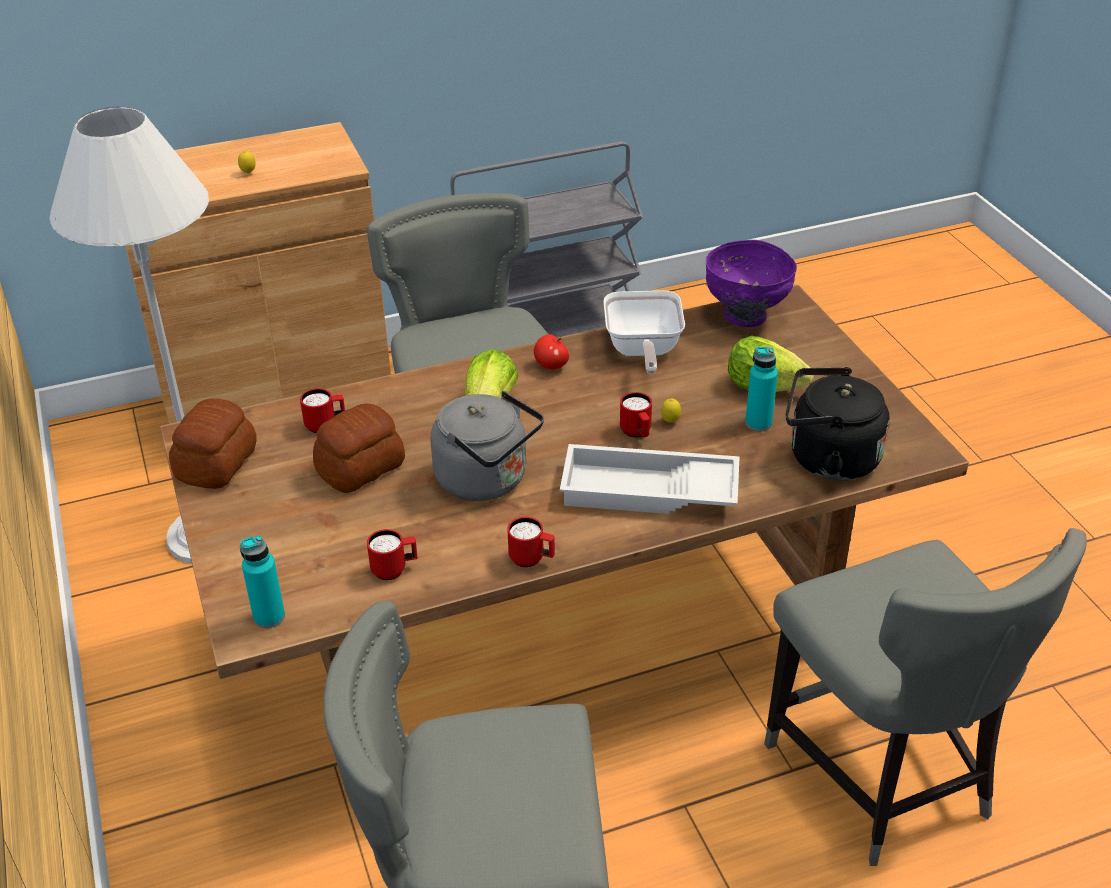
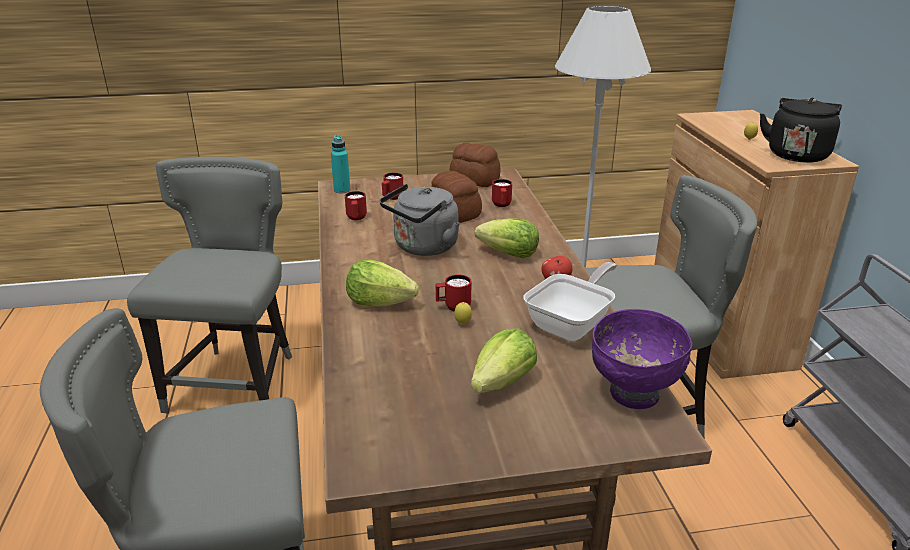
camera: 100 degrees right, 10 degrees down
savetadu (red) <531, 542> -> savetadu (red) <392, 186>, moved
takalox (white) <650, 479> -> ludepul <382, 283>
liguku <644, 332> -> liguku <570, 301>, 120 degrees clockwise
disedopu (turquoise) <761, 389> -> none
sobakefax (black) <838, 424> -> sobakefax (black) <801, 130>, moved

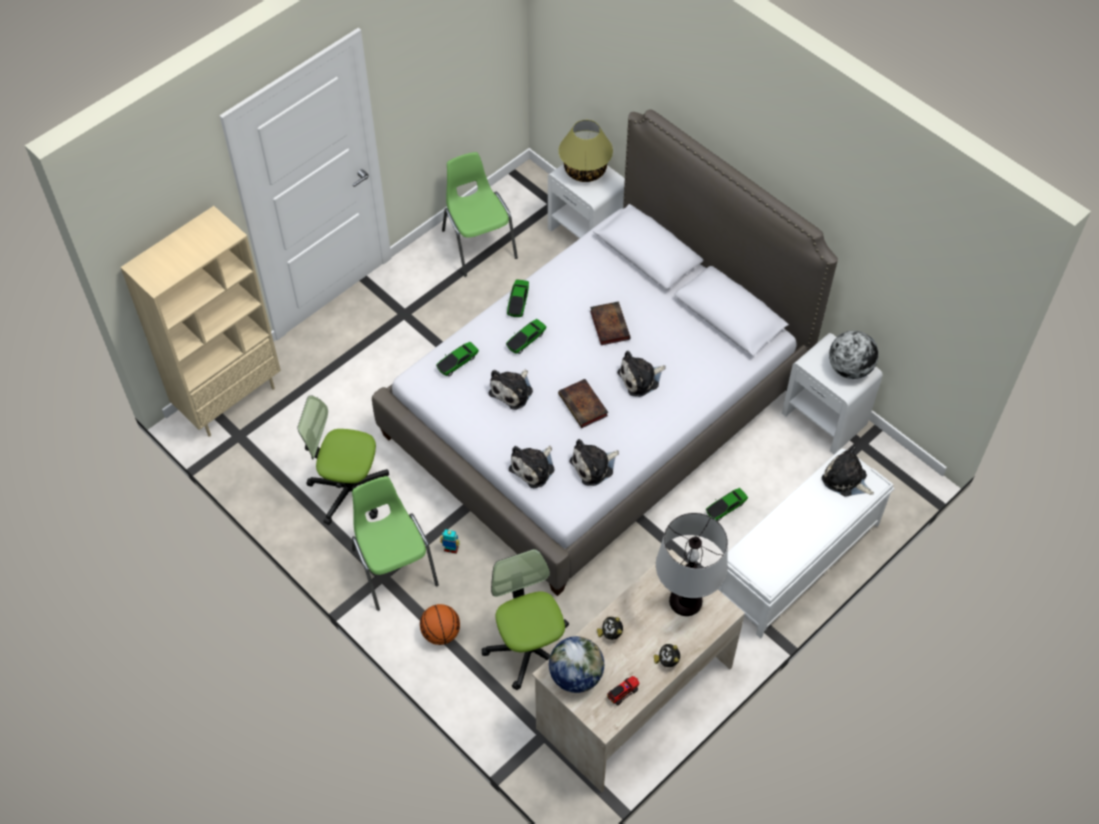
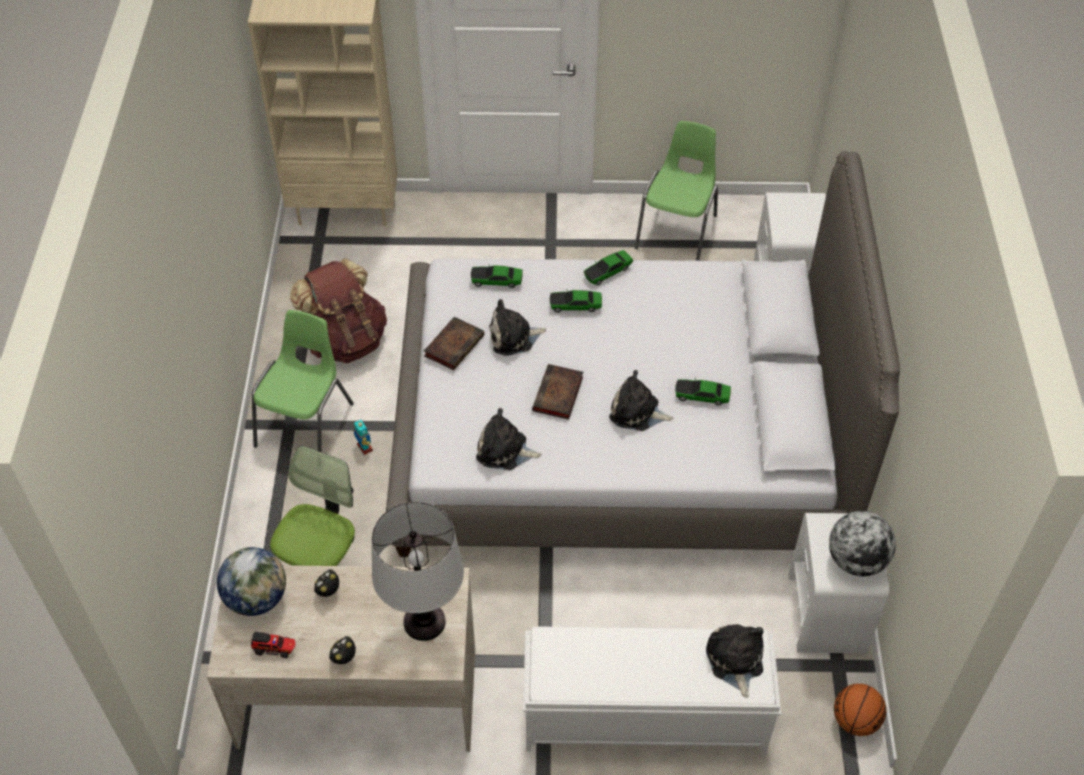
camera: 45 degrees right, 5 degrees down
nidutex <343, 460> -> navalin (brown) <338, 310>
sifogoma <440, 624> -> sifogoma <860, 710>, moved
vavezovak <532, 467> -> none
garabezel <586, 151> -> none
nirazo <610, 323> -> nirazo <454, 343>, moved
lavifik <727, 504> -> lavifik <703, 391>, moved

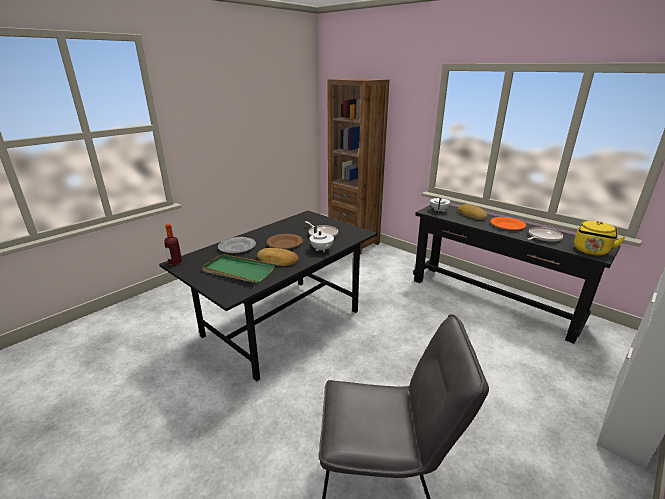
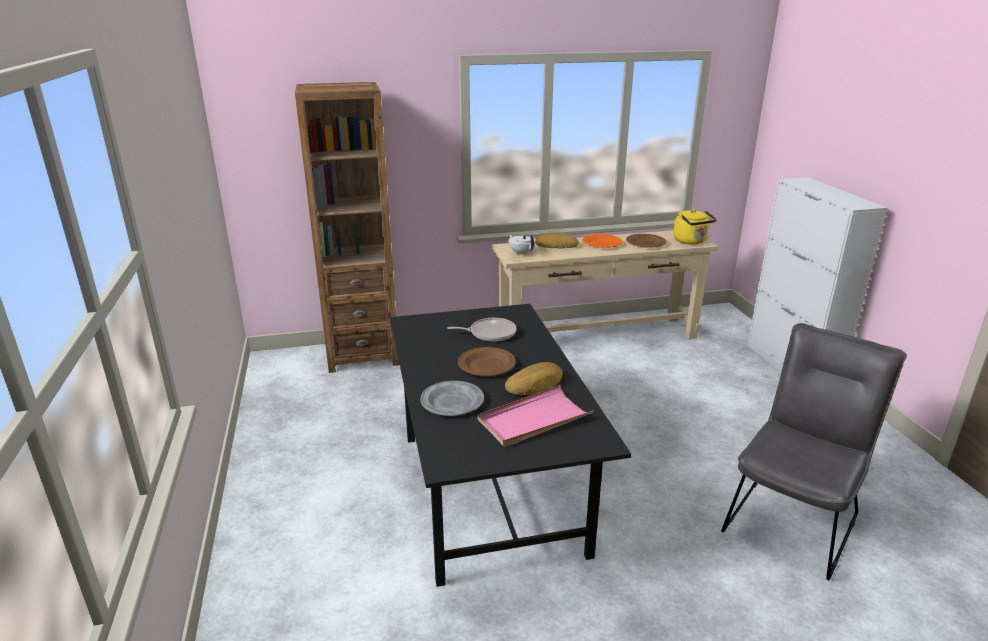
camera: 55 degrees left, 0 degrees up
disedopu <173, 245> -> none
takalox (green) <238, 268> -> takalox (pink) <535, 416>
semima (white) <321, 238> -> none
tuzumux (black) <516, 274> -> tuzumux (beige) <605, 284>
liguku <545, 234> -> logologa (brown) <646, 241>

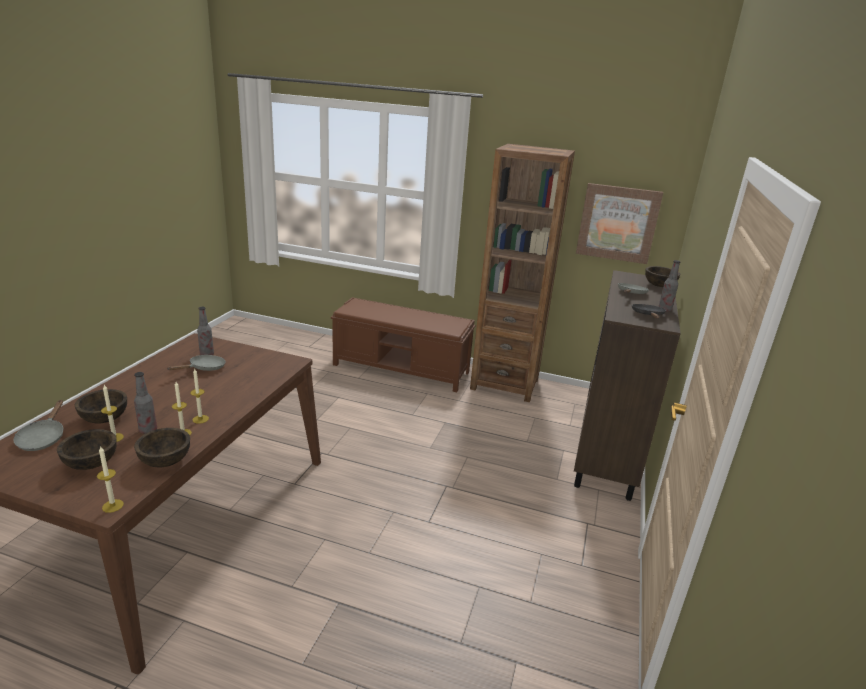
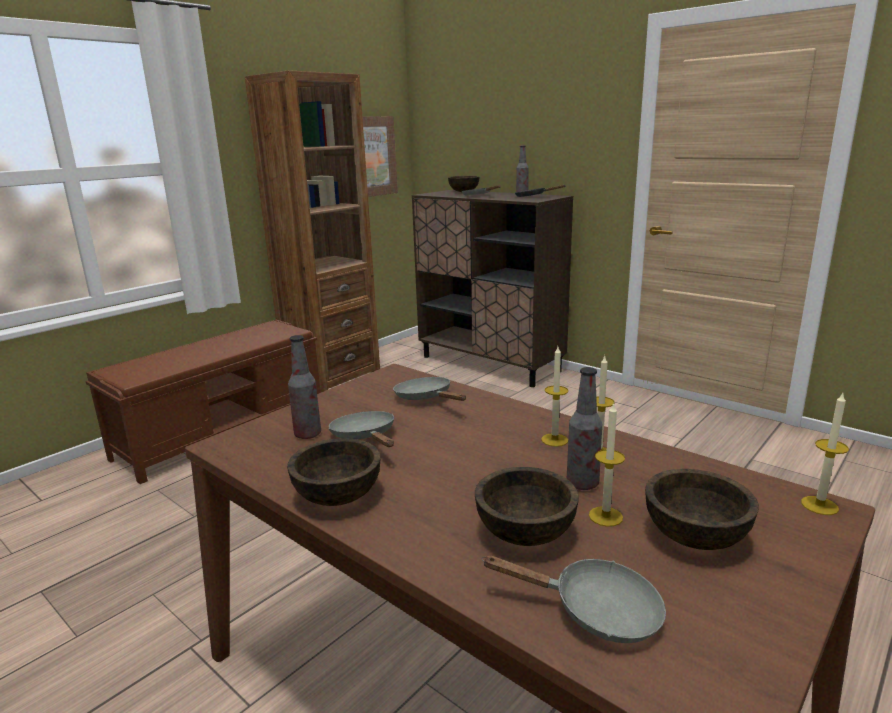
camera: 65 degrees left, 5 degrees down
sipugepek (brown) <162, 447> -> sipugepek (brown) <334, 472>, moved
none -> liguku (grey) <429, 389>

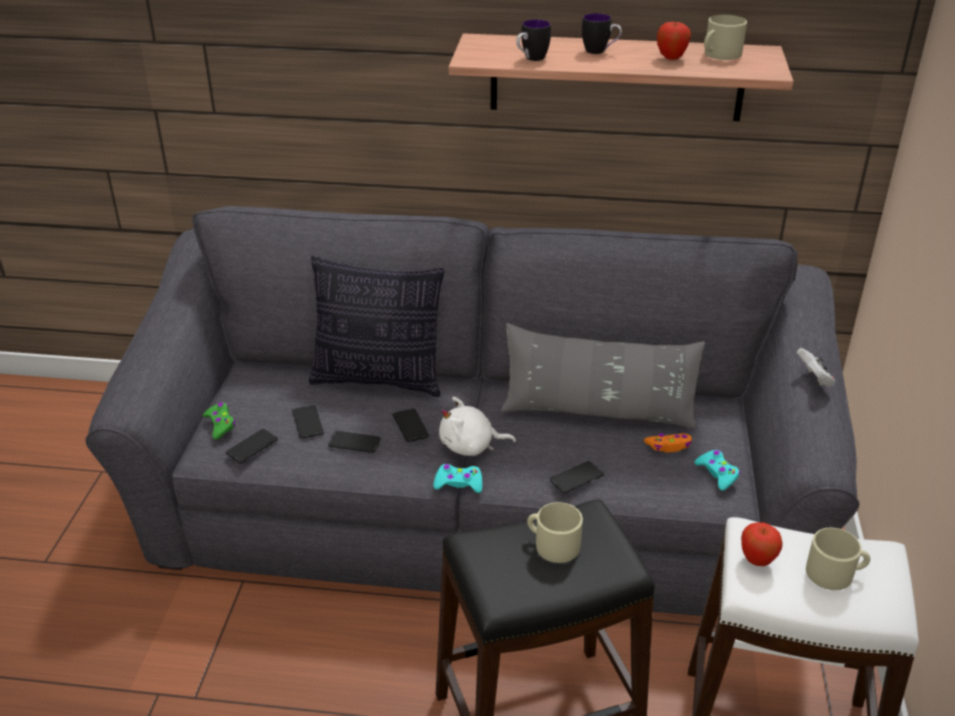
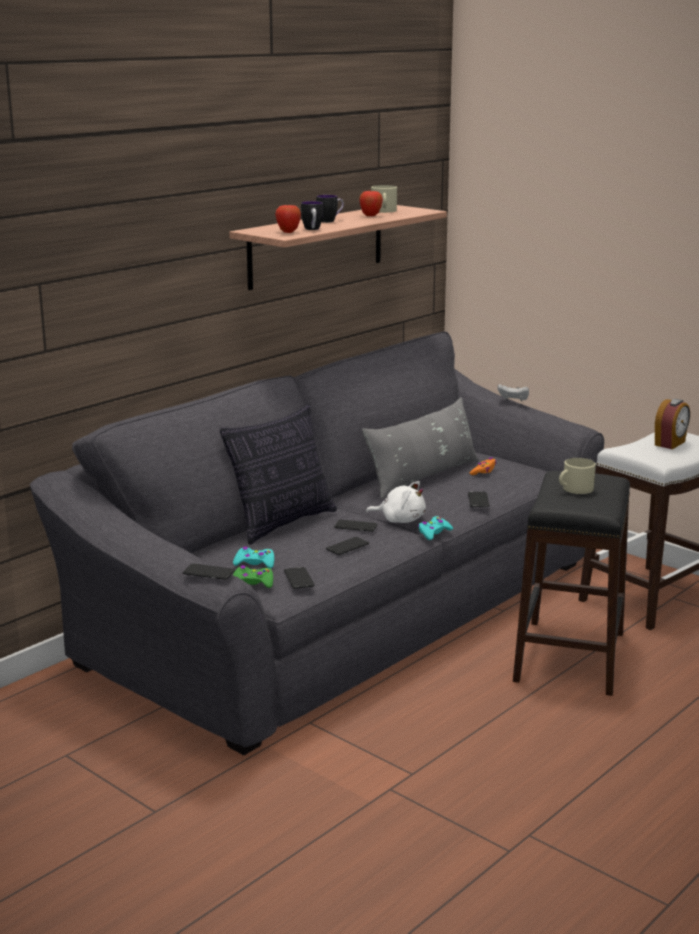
camera: 55 degrees left, 15 degrees down
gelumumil <308, 421> -> gelumumil <209, 571>, moved
vavezovak (white) <477, 426> -> vavezovak (white) <396, 502>, 105 degrees counterclockwise
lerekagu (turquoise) <717, 470> -> lerekagu (turquoise) <253, 557>, moved
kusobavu <762, 544> -> kusobavu <288, 219>, moved
savetadu (beige) <838, 559> -> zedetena <672, 424>

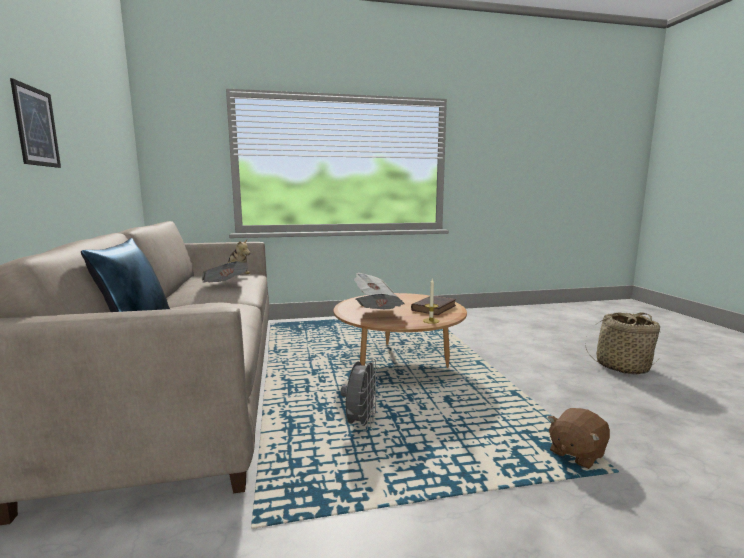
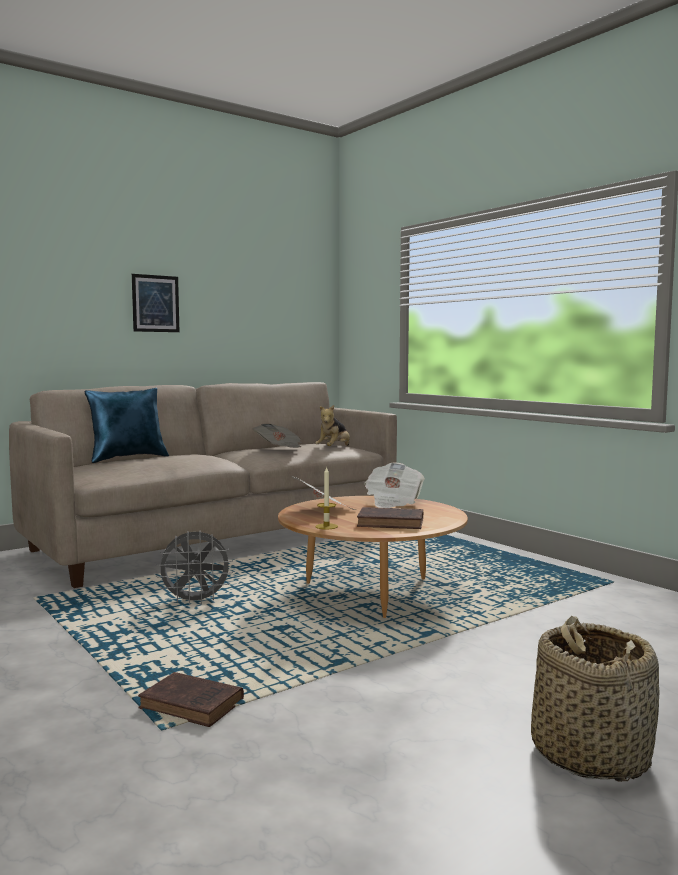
camera: 65 degrees right, 5 degrees down
vavezovak (brown) <579, 438> -> nirazo (brown) <191, 699>

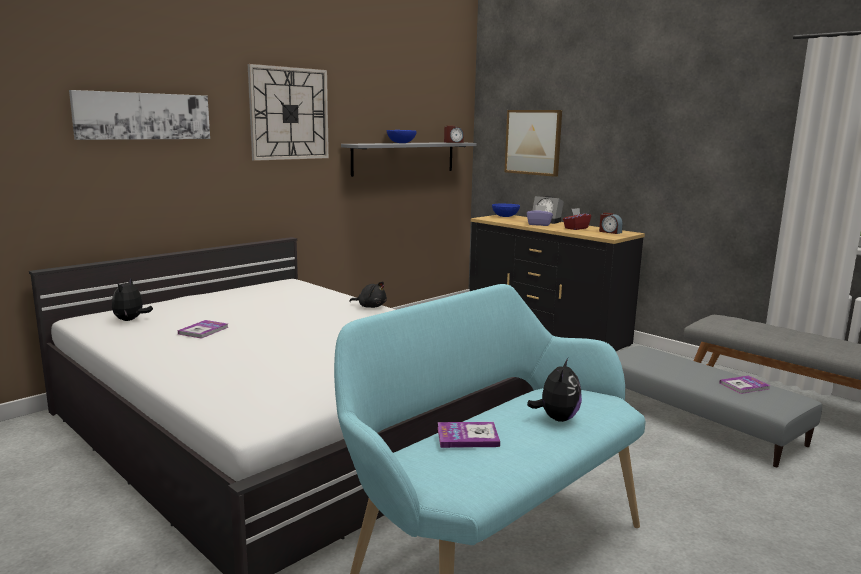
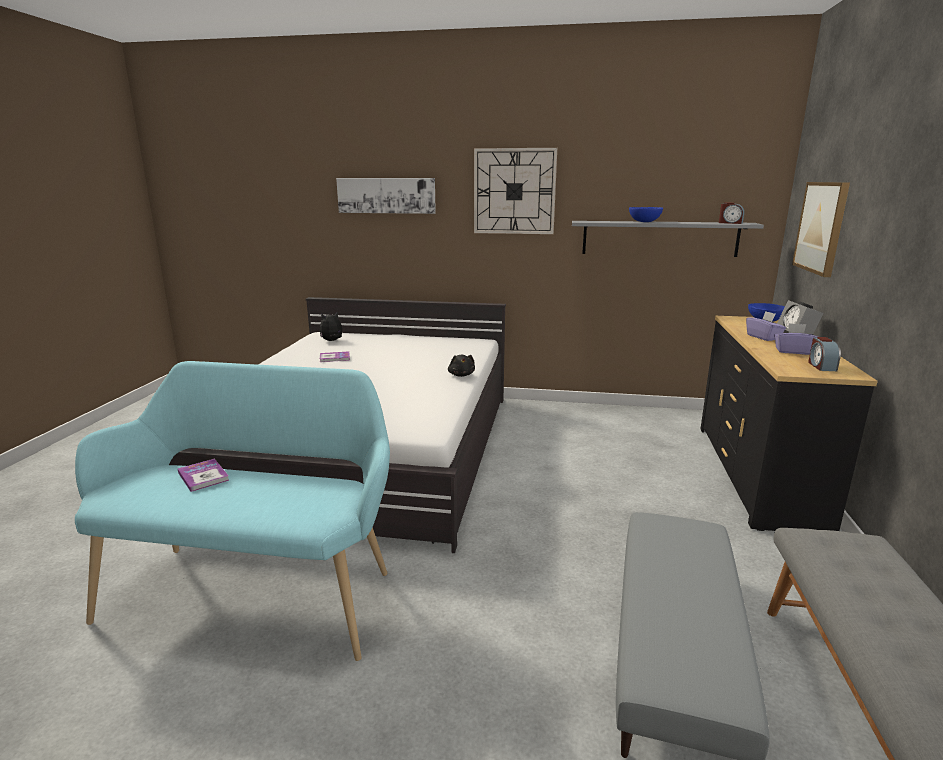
camera: 55 degrees right, 5 degrees up
vavezovak <554, 390> -> none
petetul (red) <577, 219> -> petetul (purple) <796, 339>
nirazo <745, 385> -> none

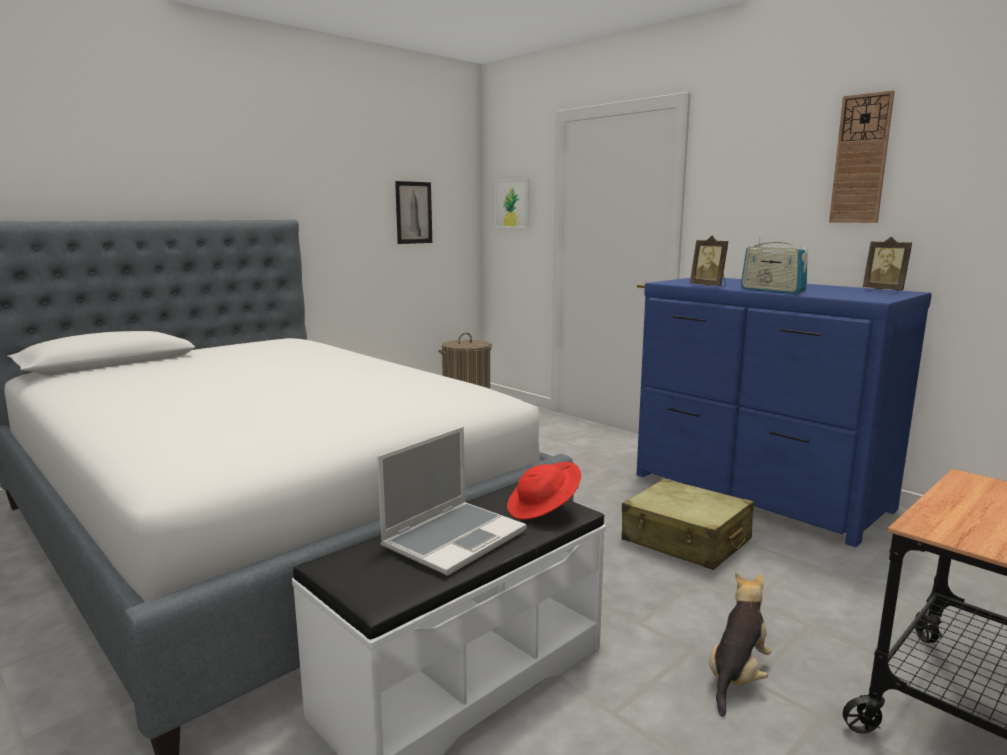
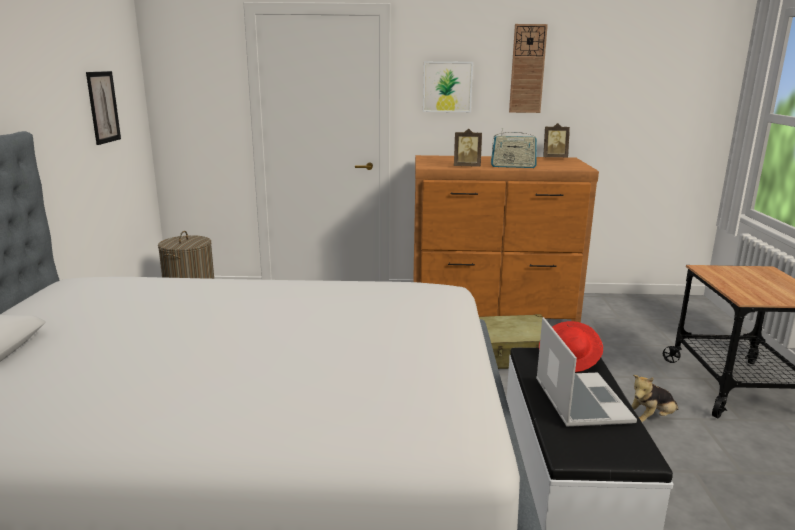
camera: 45 degrees left, 5 degrees up
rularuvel <512, 203> -> rularuvel <448, 86>, moved
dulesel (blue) <784, 412> -> dulesel (brown) <506, 239>
vavezovak <740, 645> -> vavezovak <654, 398>, 105 degrees counterclockwise

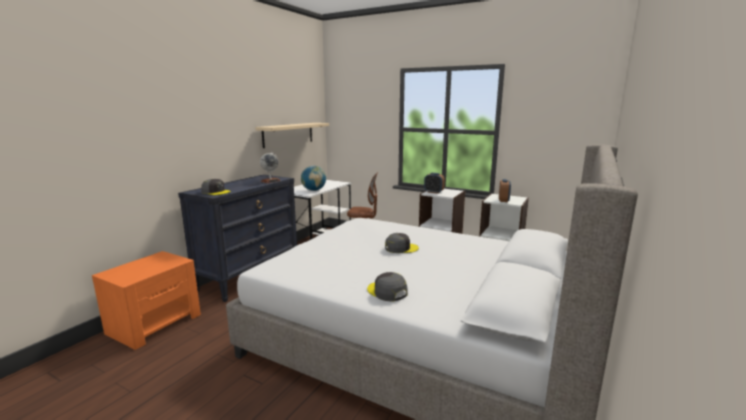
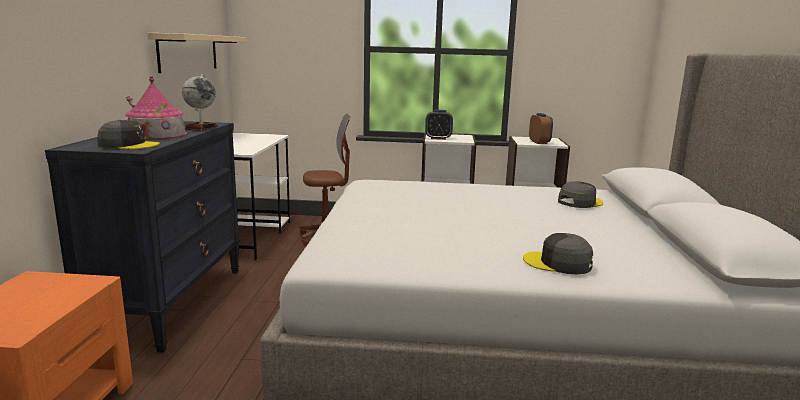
camera: 25 degrees left, 0 degrees up
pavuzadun <313, 178> -> none
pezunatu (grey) <402, 243> -> pezunatu (grey) <580, 194>, moved
none -> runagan <156, 108>

